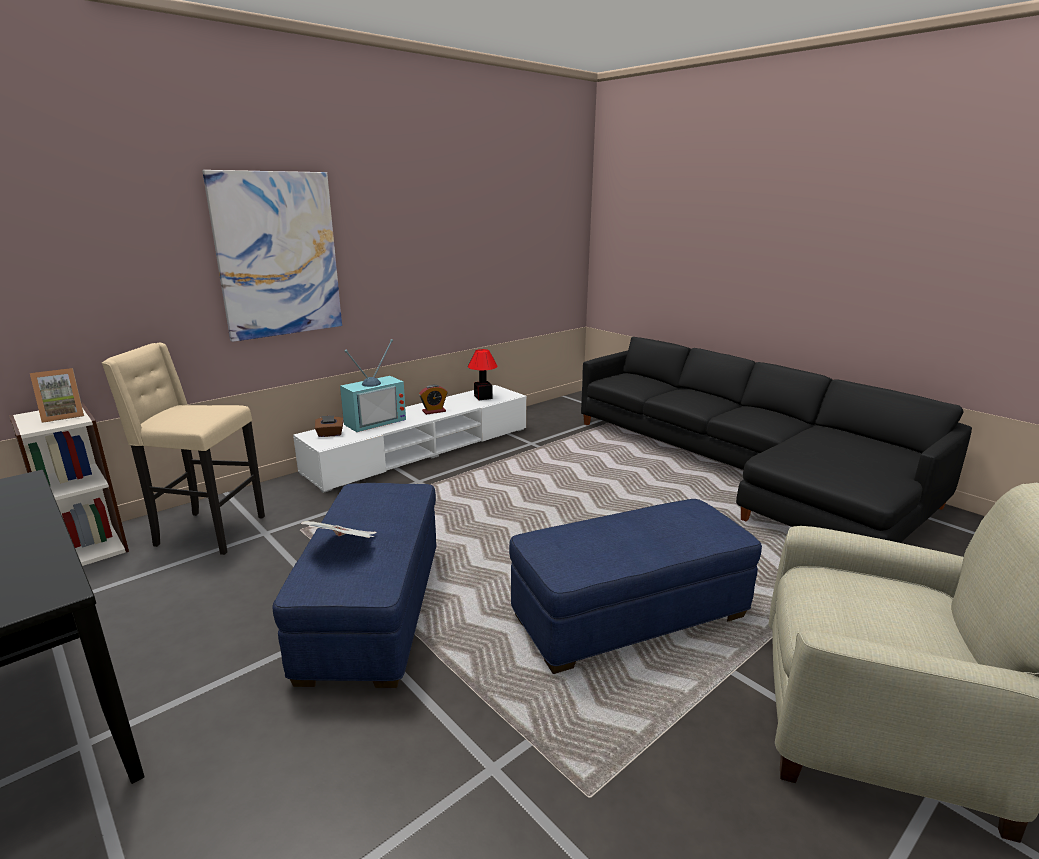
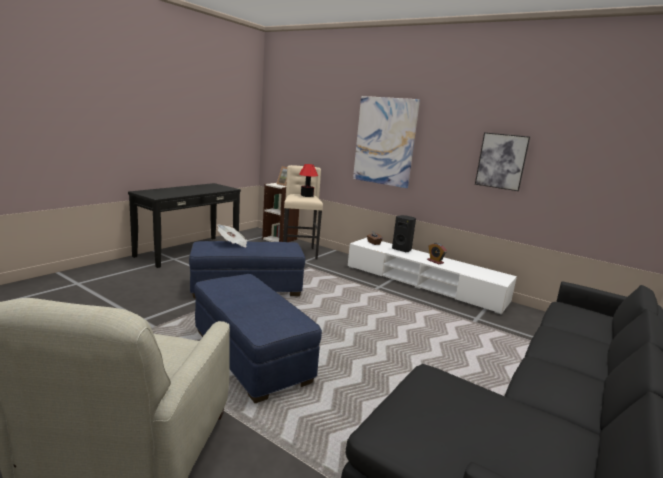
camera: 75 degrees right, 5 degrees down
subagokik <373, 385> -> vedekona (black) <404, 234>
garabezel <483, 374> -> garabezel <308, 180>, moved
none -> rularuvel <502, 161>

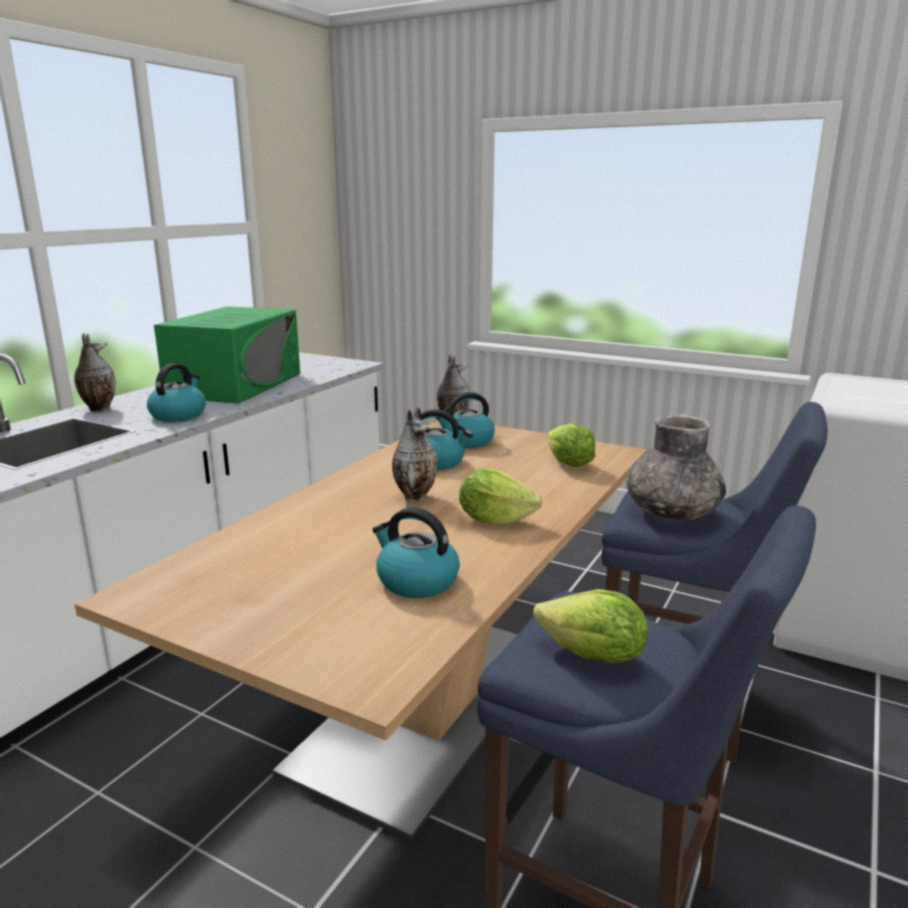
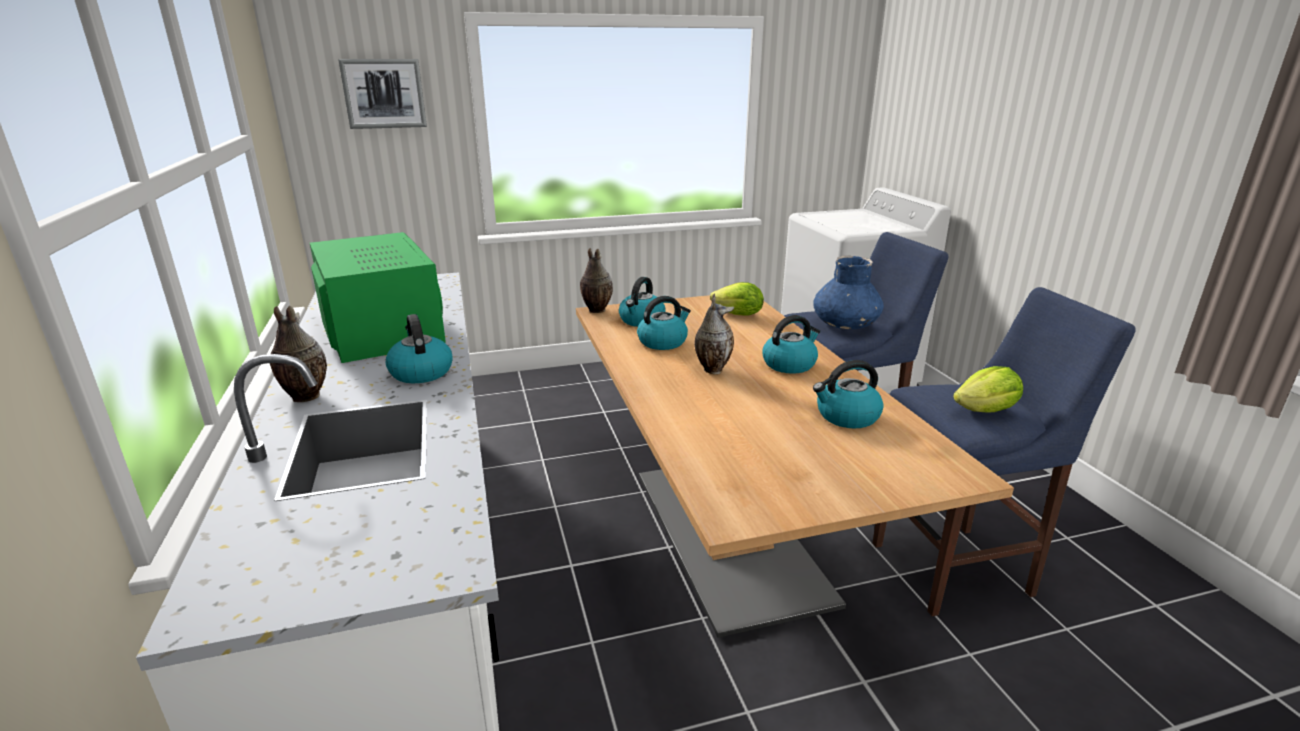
camera: 45 degrees left, 5 degrees up
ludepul <501, 496> -> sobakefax <791, 344>
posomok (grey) <676, 467> -> posomok (blue) <848, 292>
none -> rularuvel <382, 94>

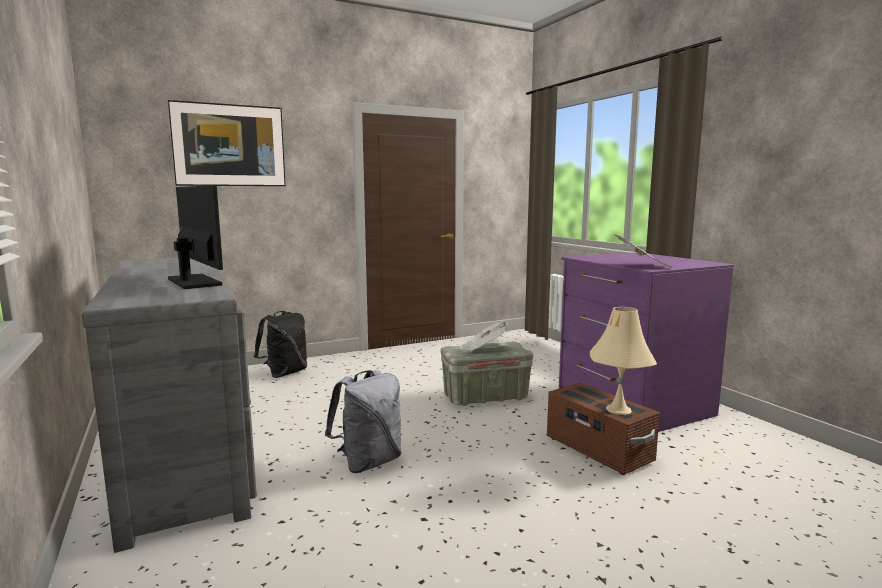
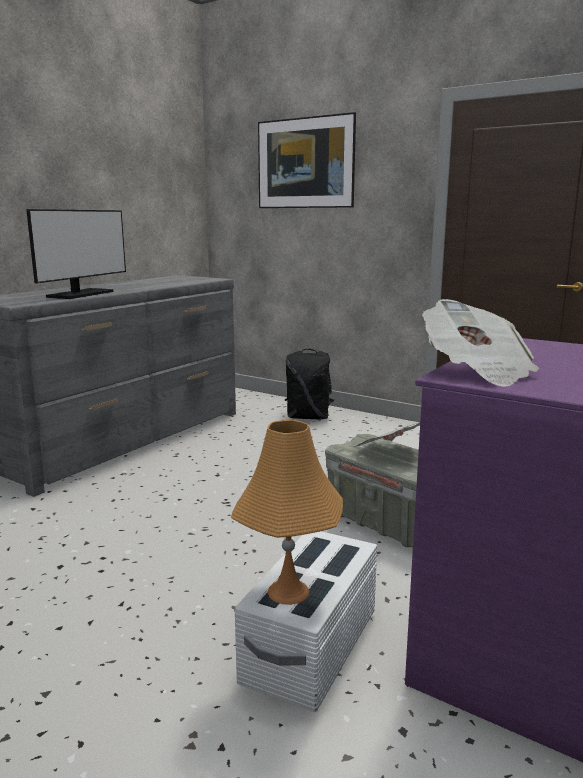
camera: 60 degrees right, 5 degrees up
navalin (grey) <363, 421> -> none
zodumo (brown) <603, 429> -> zodumo (white) <306, 621>
garabezel (beige) <623, 361> -> garabezel (orange) <287, 512>

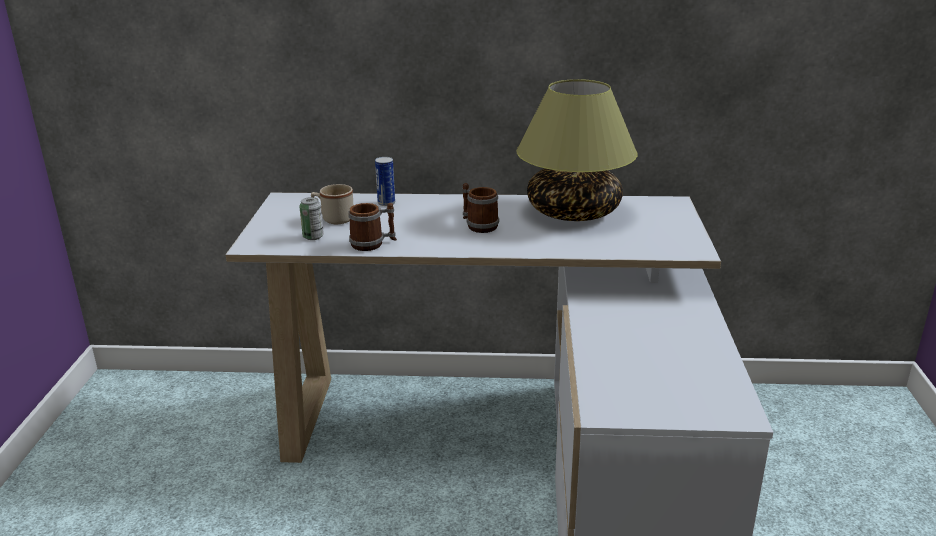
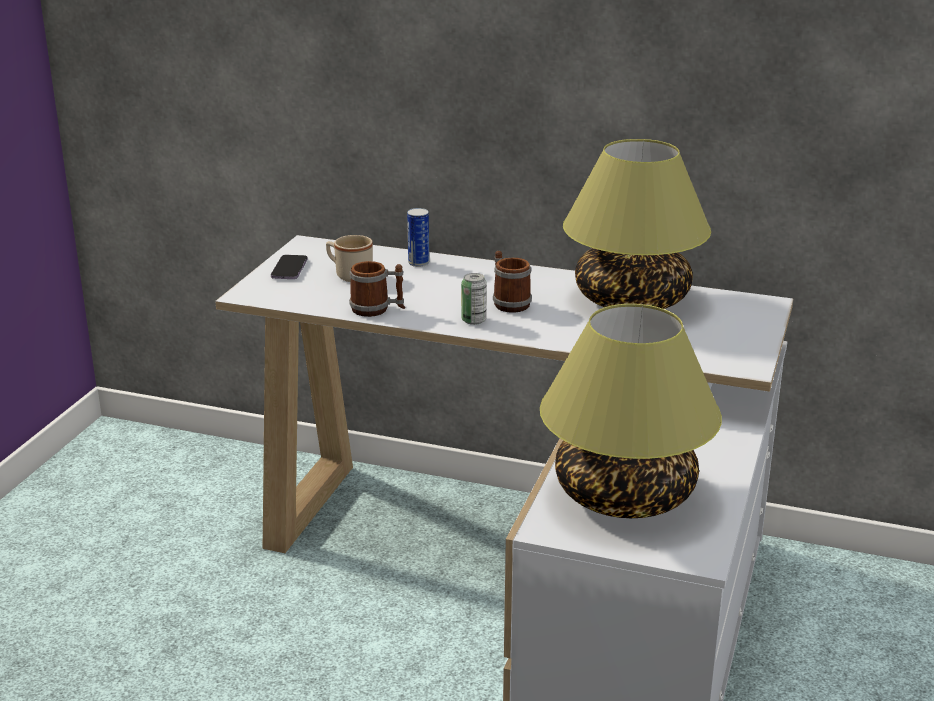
camera: 15 degrees right, 0 degrees up
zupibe <311, 218> -> zupibe <474, 299>, moved
none -> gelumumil <289, 267>
none -> garabezel <631, 411>

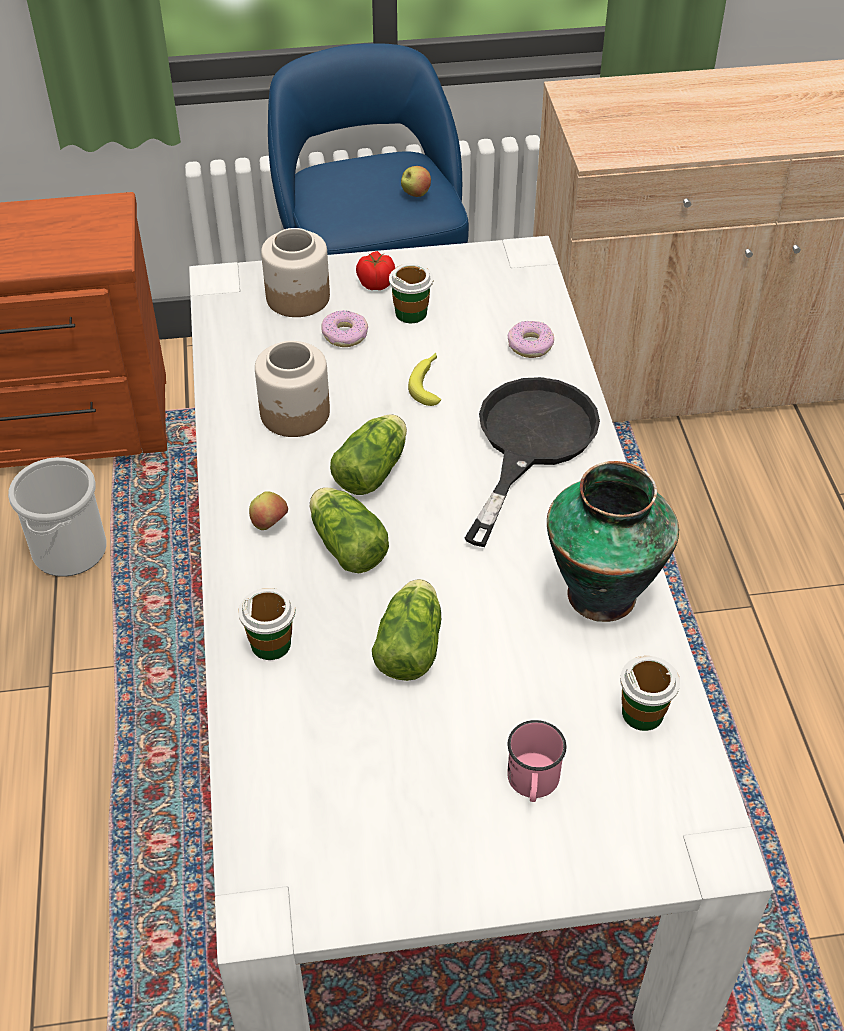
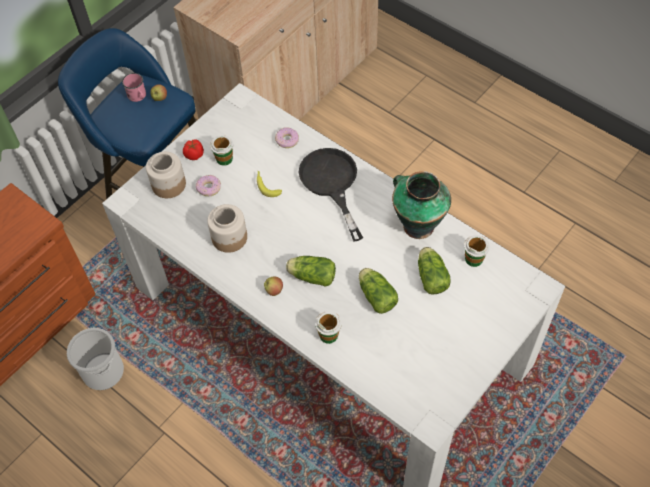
camera: 40 degrees left, 10 degrees up
ludepul <368, 454> -> ludepul <434, 270>, moved
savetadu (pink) <536, 761> -> savetadu (pink) <134, 87>, moved

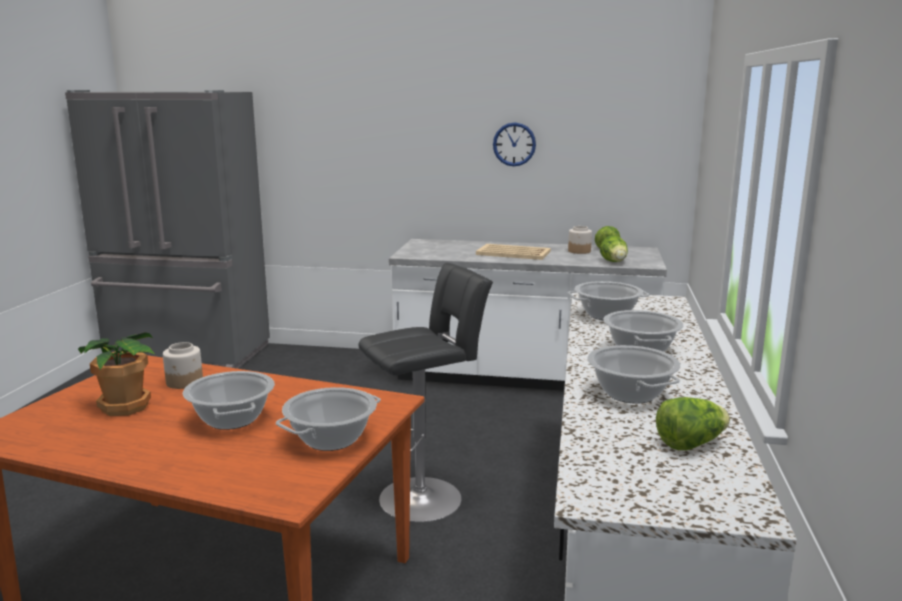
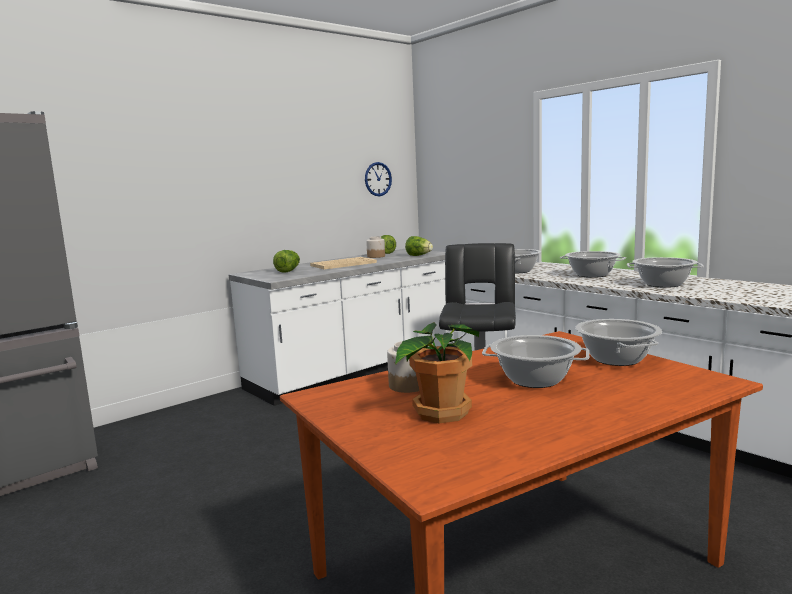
camera: 50 degrees left, 5 degrees down
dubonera <514, 144> -> dubonera <378, 179>, moved
ludepul <693, 423> -> ludepul <286, 261>, moved

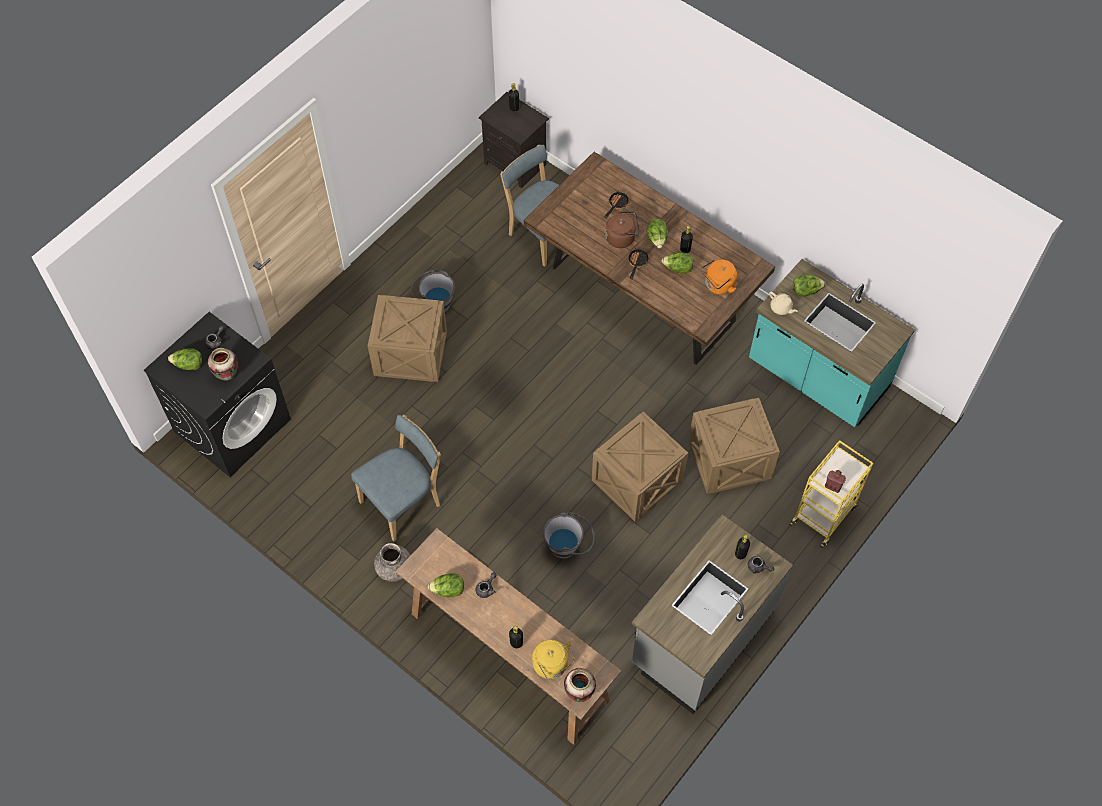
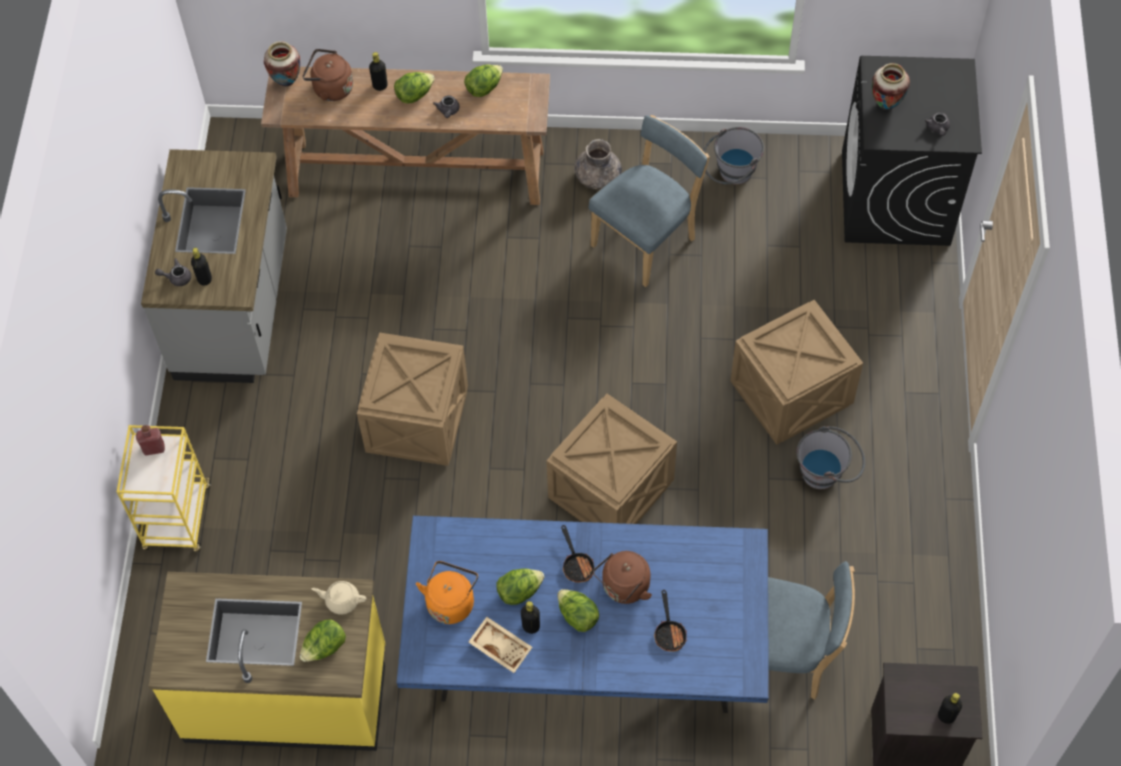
camera: 145 degrees right, 0 degrees up
ludepul <185, 359> -> ludepul <414, 88>, moved
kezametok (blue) <396, 477> -> kezametok (blue) <649, 201>, 150 degrees counterclockwise
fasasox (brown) <649, 258> -> fasasox (blue) <583, 614>
sobakefax (yellow) <553, 659> -> sobakefax (brown) <328, 75>
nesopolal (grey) <569, 535> -> nesopolal (grey) <733, 156>, moved
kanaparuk <734, 446> -> kanaparuk <611, 459>, moved
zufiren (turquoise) <832, 343> -> zufiren (yellow) <267, 661>
none -> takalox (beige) <500, 645>

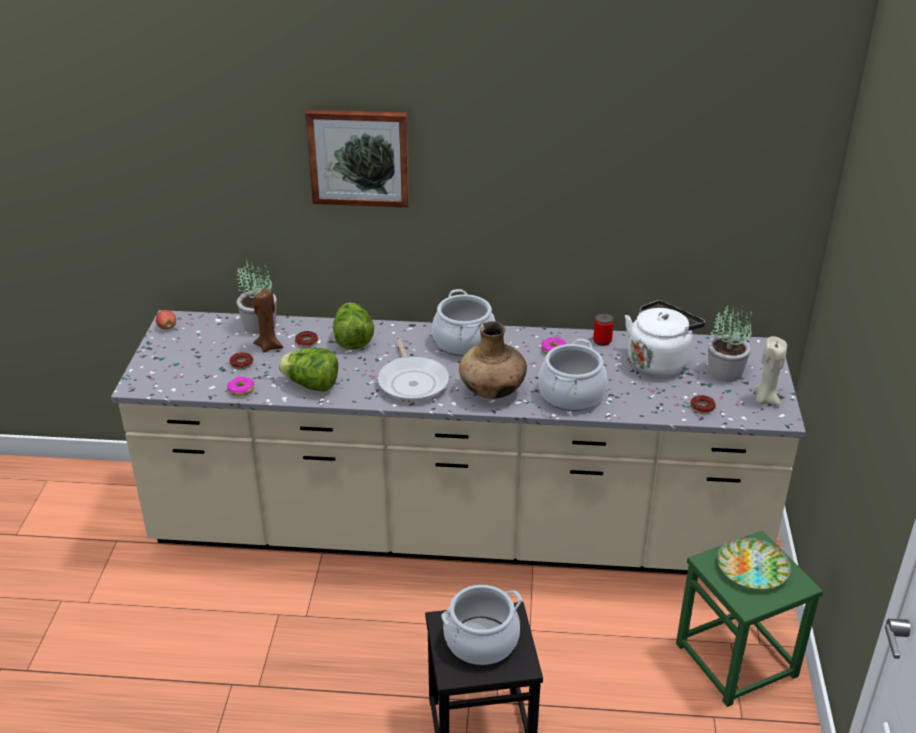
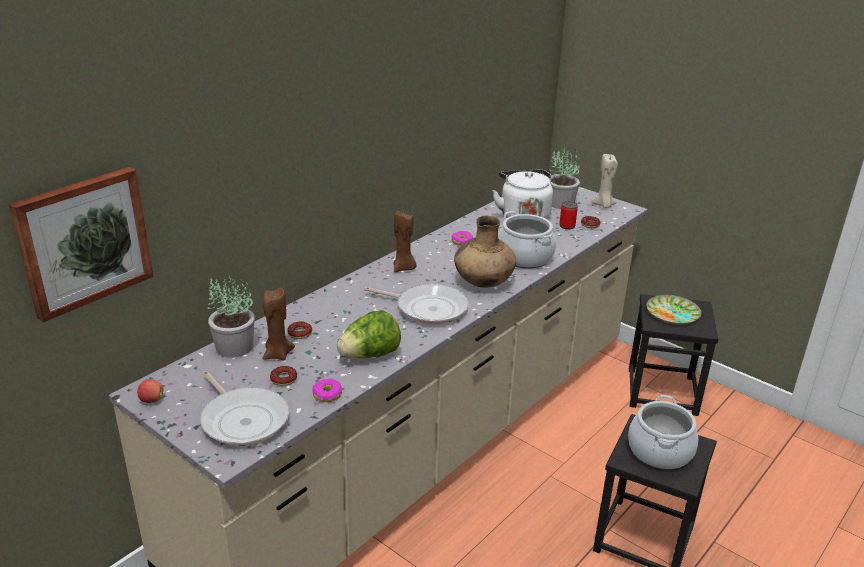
camera: 55 degrees left, 5 degrees down
rularuvel <357, 158> -> rularuvel <81, 244>, moved
ludepul <353, 326> -> none
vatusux <464, 322> -> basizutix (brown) <405, 241>
zupibe <603, 329> -> zupibe <568, 215>, moved
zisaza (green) <749, 618> -> zisaza (black) <673, 355>
none -> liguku <244, 408>

